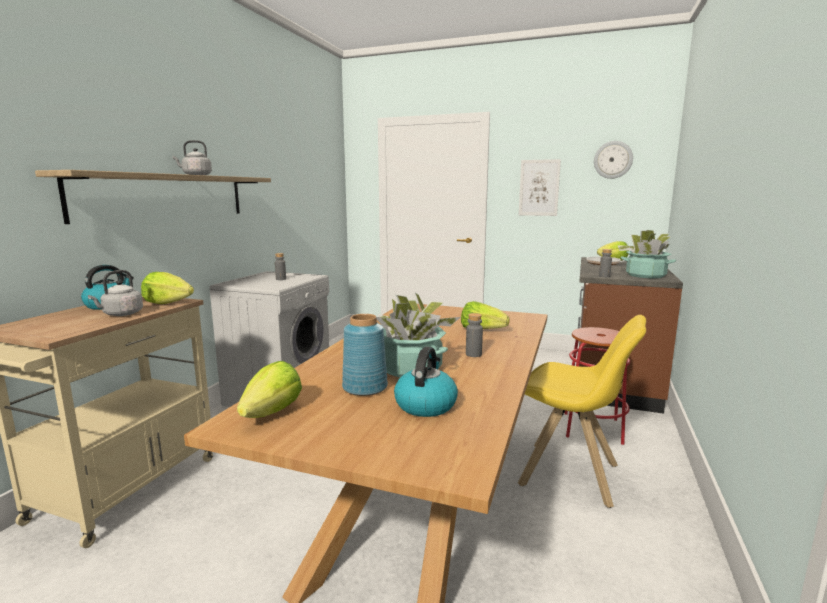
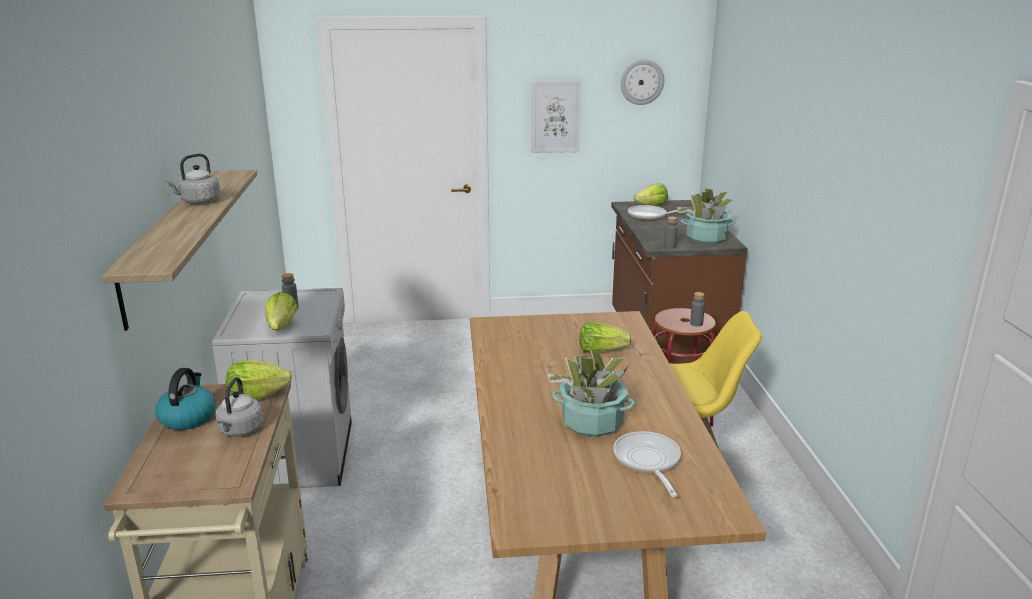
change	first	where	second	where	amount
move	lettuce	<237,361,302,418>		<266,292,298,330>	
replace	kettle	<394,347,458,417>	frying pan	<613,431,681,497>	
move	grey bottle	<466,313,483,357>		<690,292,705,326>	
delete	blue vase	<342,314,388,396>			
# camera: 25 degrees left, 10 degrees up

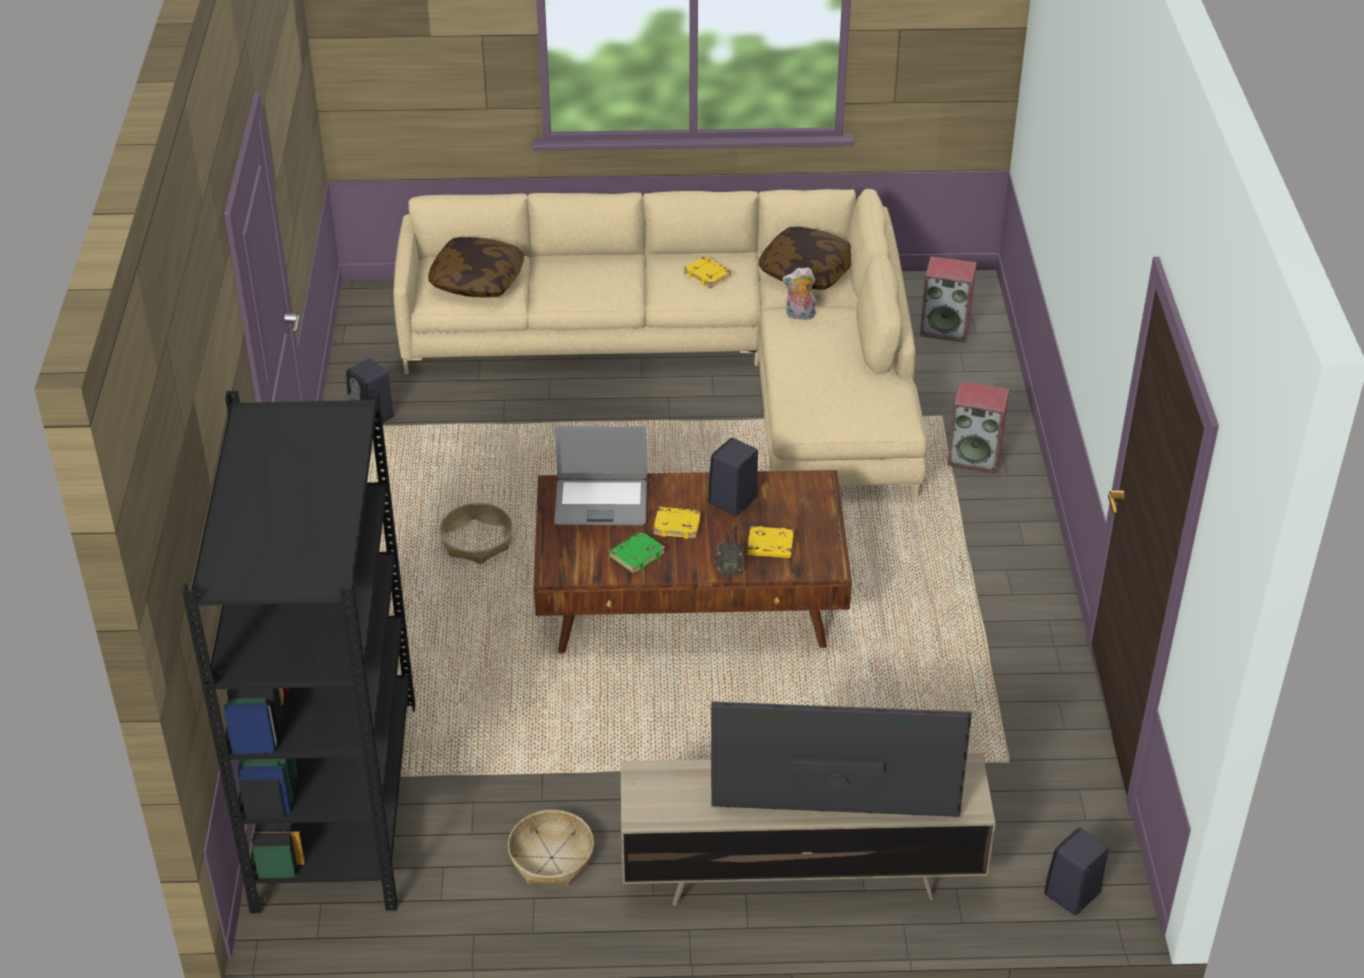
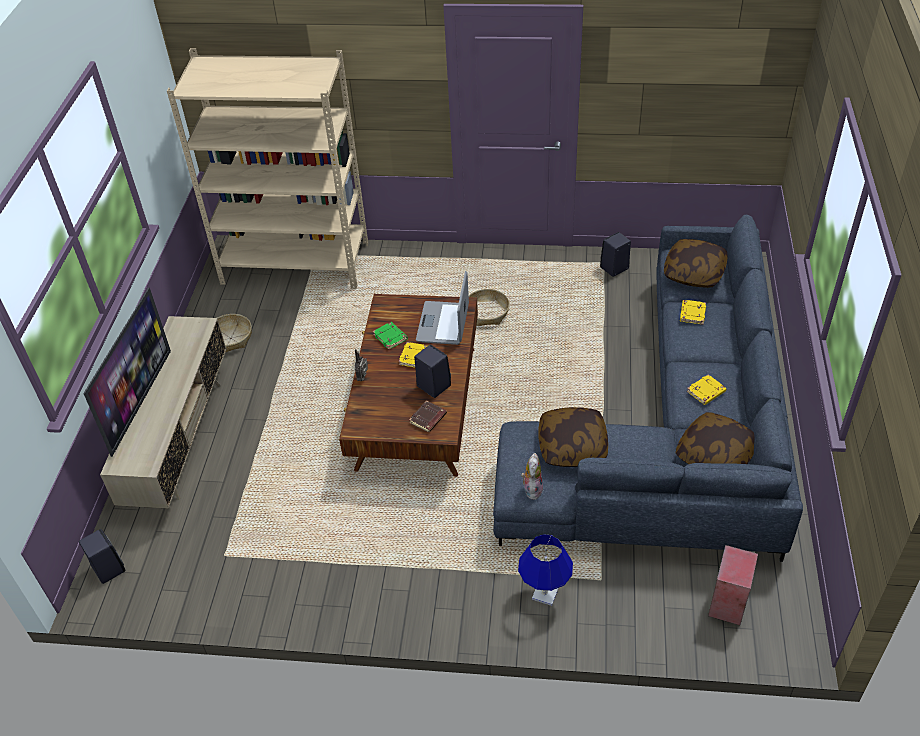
change	first	where	second	where	amount
recolor	black bookcase	<182,388,415,914>	beige bookcase	<167,48,368,289>	
insert			brown book	<409,401,447,432>	
recolor	beige sofa	<393,189,927,498>	blue sofa	<493,214,803,562>	
replace	speaker	<947,381,1009,474>	blue table lamp	<518,534,573,606>	
move	plush toy	<782,267,816,320>		<521,453,543,500>	
insert			pillow	<538,407,608,467>	
move	yellow book	<747,526,794,558>		<680,300,706,325>	
# camera: 100 degrees right, 5 degrees up

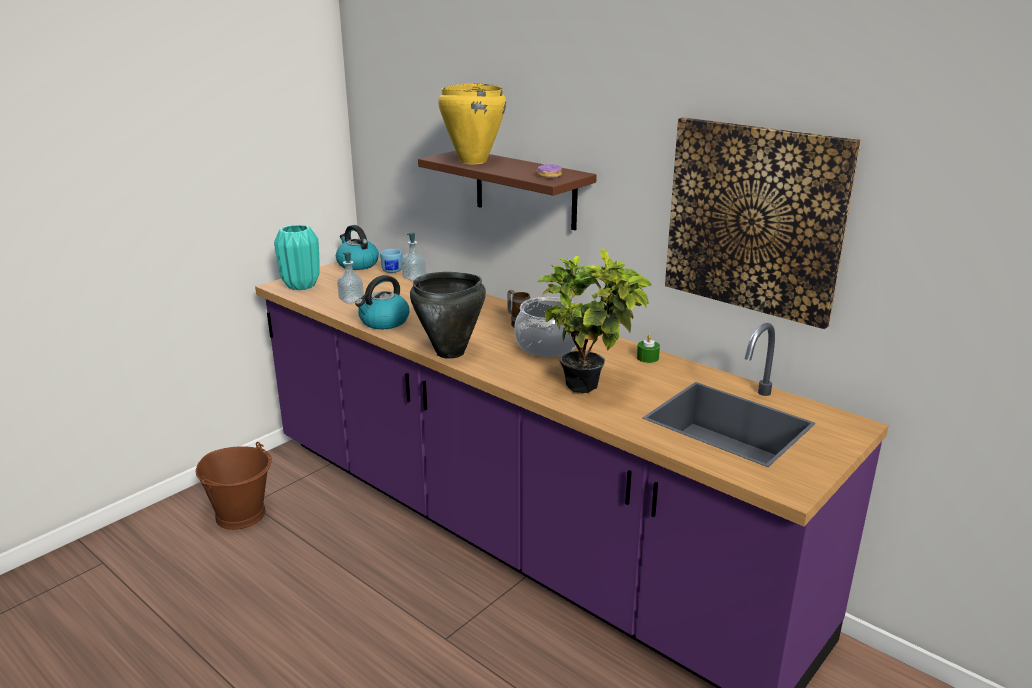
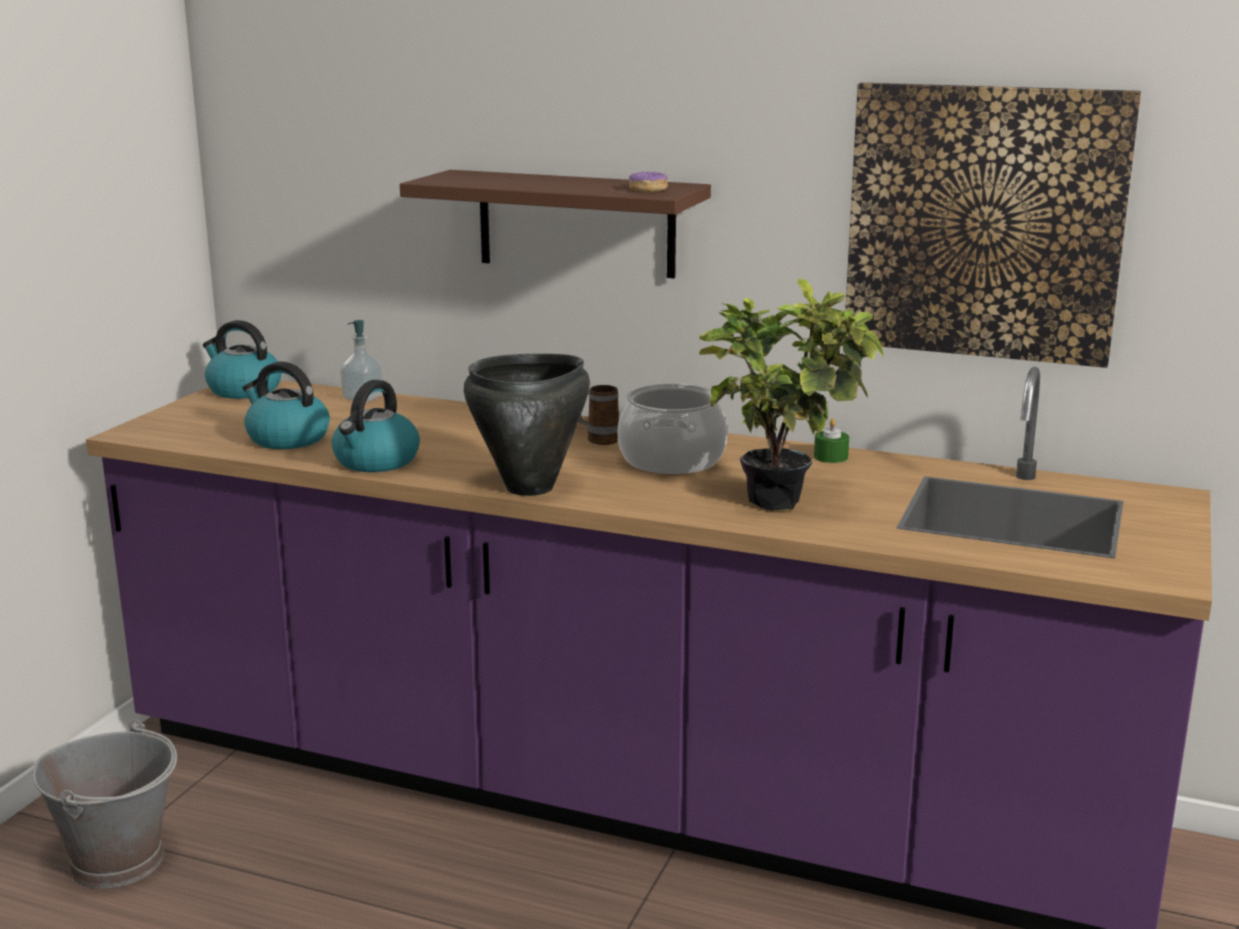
change	first	where	second	where	amount
recolor	brown bucket	<196,442,272,530>	grey bucket	<33,719,177,889>	
replace	soap dispenser	<337,252,364,304>	kettle	<243,361,330,449>	
delete	turquoise vase	<274,225,320,290>			
delete	blue mug	<380,249,405,273>			
delete	yellow cooking pot	<438,83,506,165>			
# camera: 20 degrees left, 5 degrees down

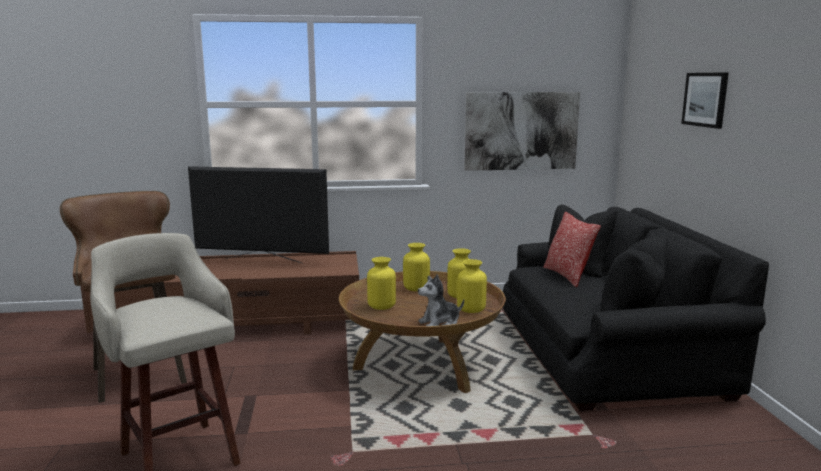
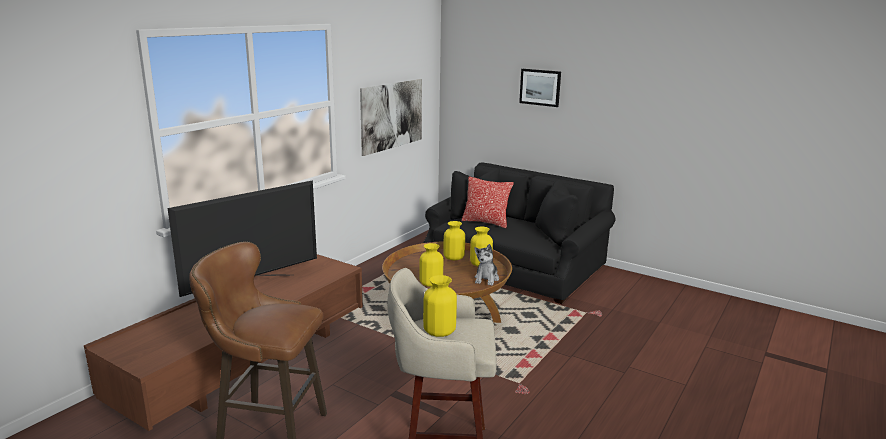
change	first	where	second	where	amount
move	yellow vase	<403,243,430,291>		<423,275,457,337>	
# camera: 50 degrees left, 5 degrees up

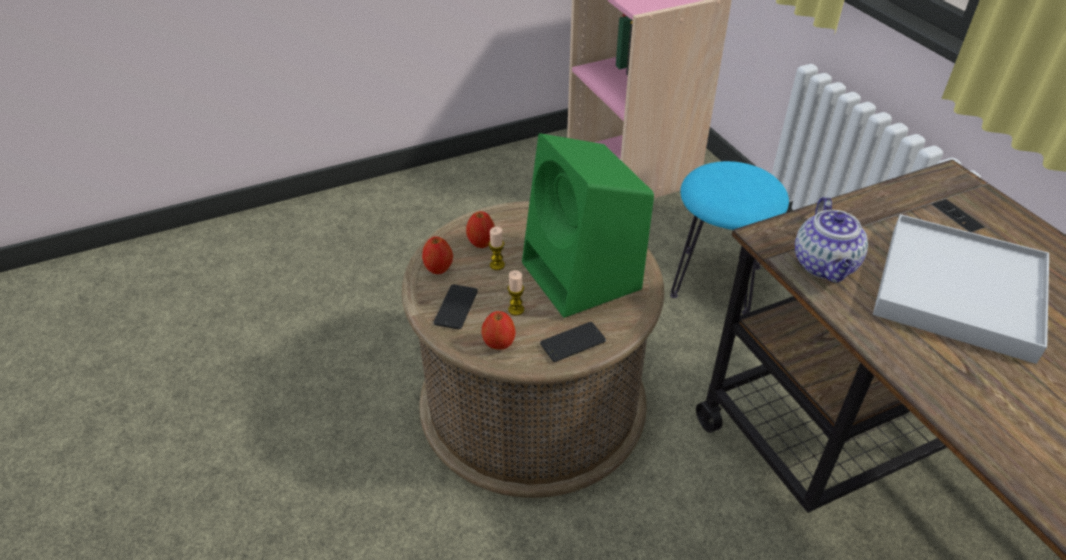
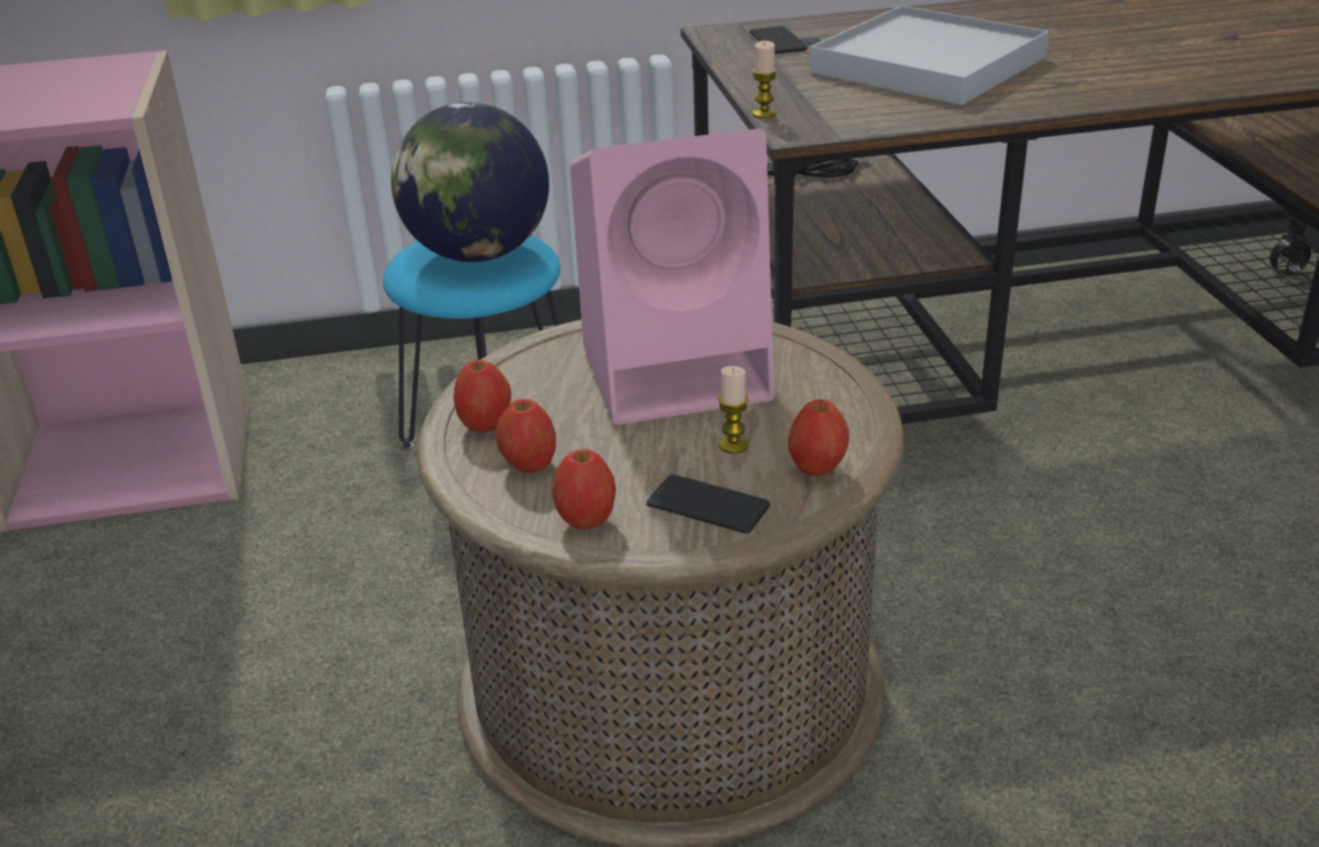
change	first	where	second	where	amount
insert			globe	<391,102,549,262>	
insert			apple	<453,360,511,432>	
recolor	green speaker	<522,133,654,318>	pink speaker	<570,129,774,425>	
move	phone	<540,322,606,362>		<750,26,808,54>	
move	candle	<489,227,505,270>		<752,41,777,118>	
delete	teapot	<795,197,868,283>			
# camera: 75 degrees left, 10 degrees down

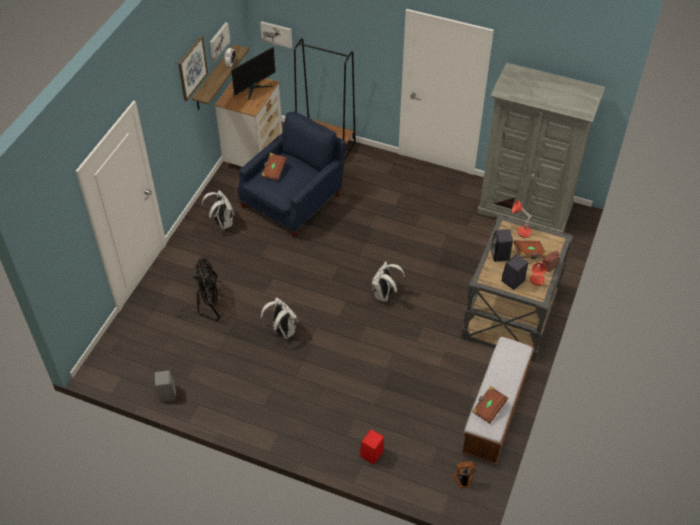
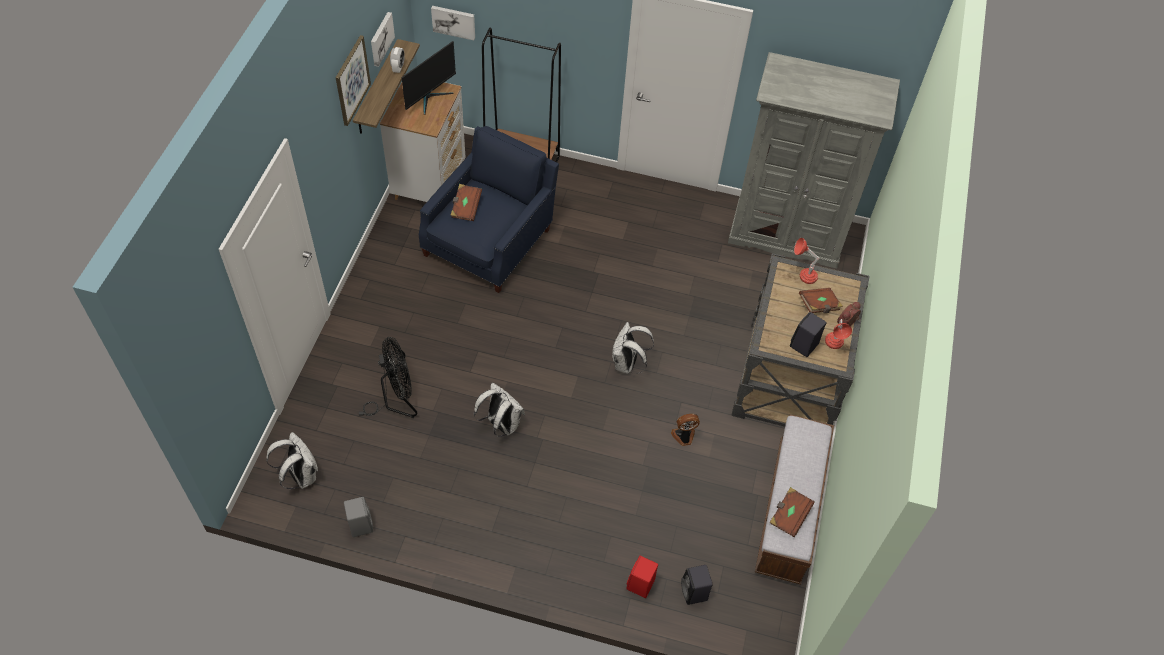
change	first	where	second	where	amount
move	white backpack	<201,190,234,230>		<266,432,318,489>	
move	fan	<453,461,476,488>		<671,414,700,446>	
move	black speaker	<491,229,513,262>		<681,565,713,605>	
# camera: 10 degrees left, 5 degrees up

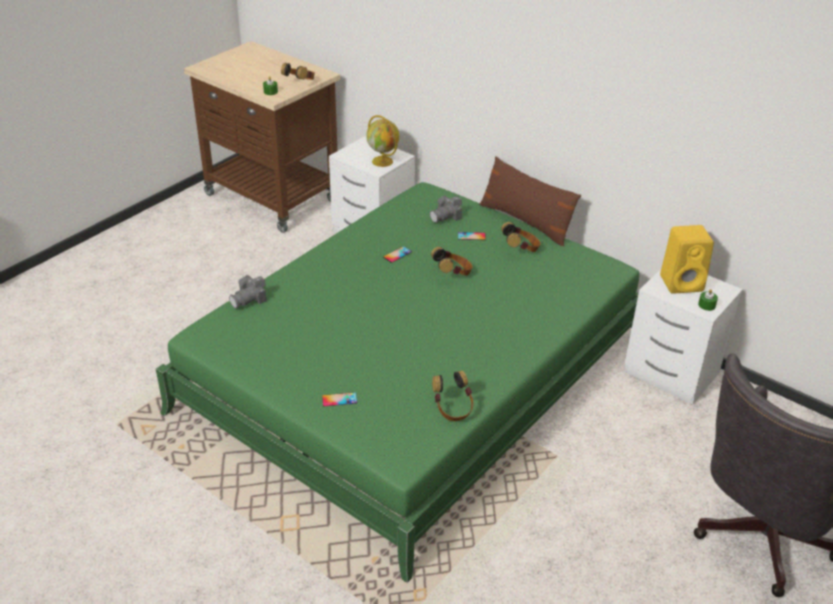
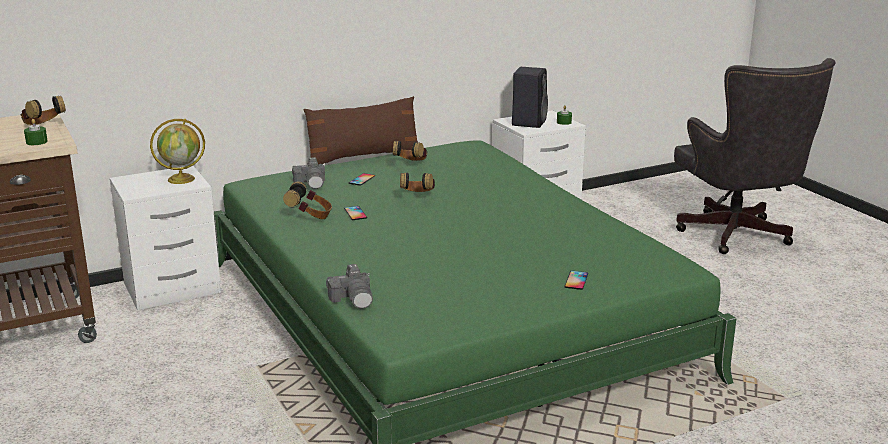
change	first	where	second	where	amount
move	headphones	<432,371,473,421>		<283,181,332,219>	
recolor	yellow speaker	<660,225,714,294>	black speaker	<512,67,548,128>	
# camera: 65 degrees left, 15 degrees down

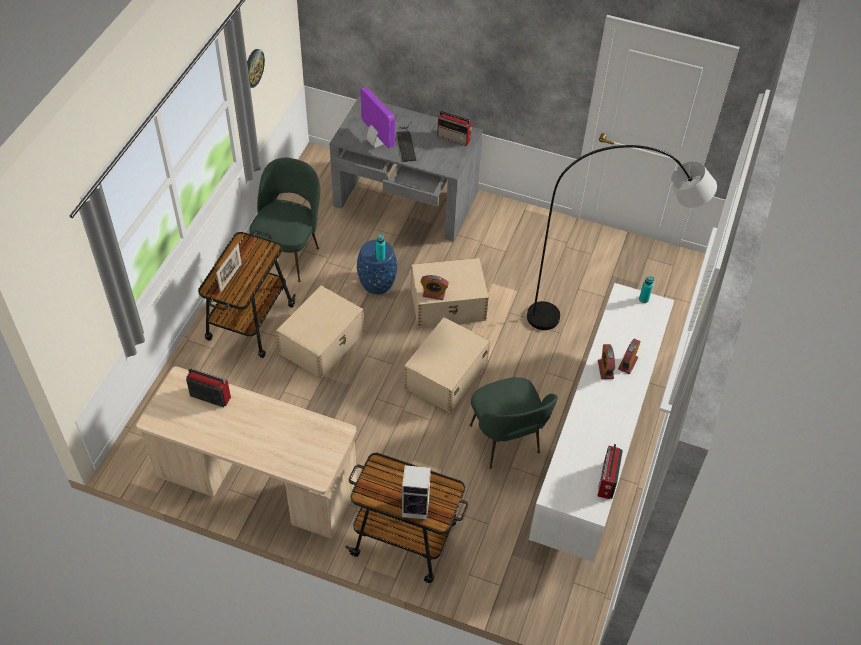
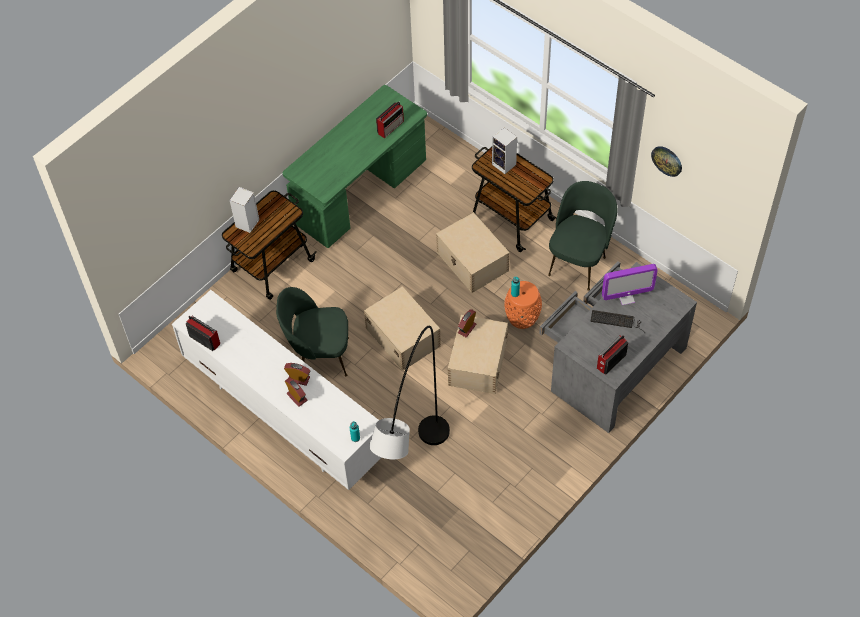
change	first	where	second	where	amount
recolor	beige desk	<136,366,357,539>	green desk	<282,85,427,248>	
replace	picture frame	<216,244,242,293>	speaker	<492,127,517,174>	
recolor	blue stool	<357,240,397,294>	orange stool	<504,281,542,329>	
rotate	green chair	<250,157,321,282>		<548,181,617,291>	105 degrees counterclockwise
# camera: 115 degrees right, 5 degrees up

